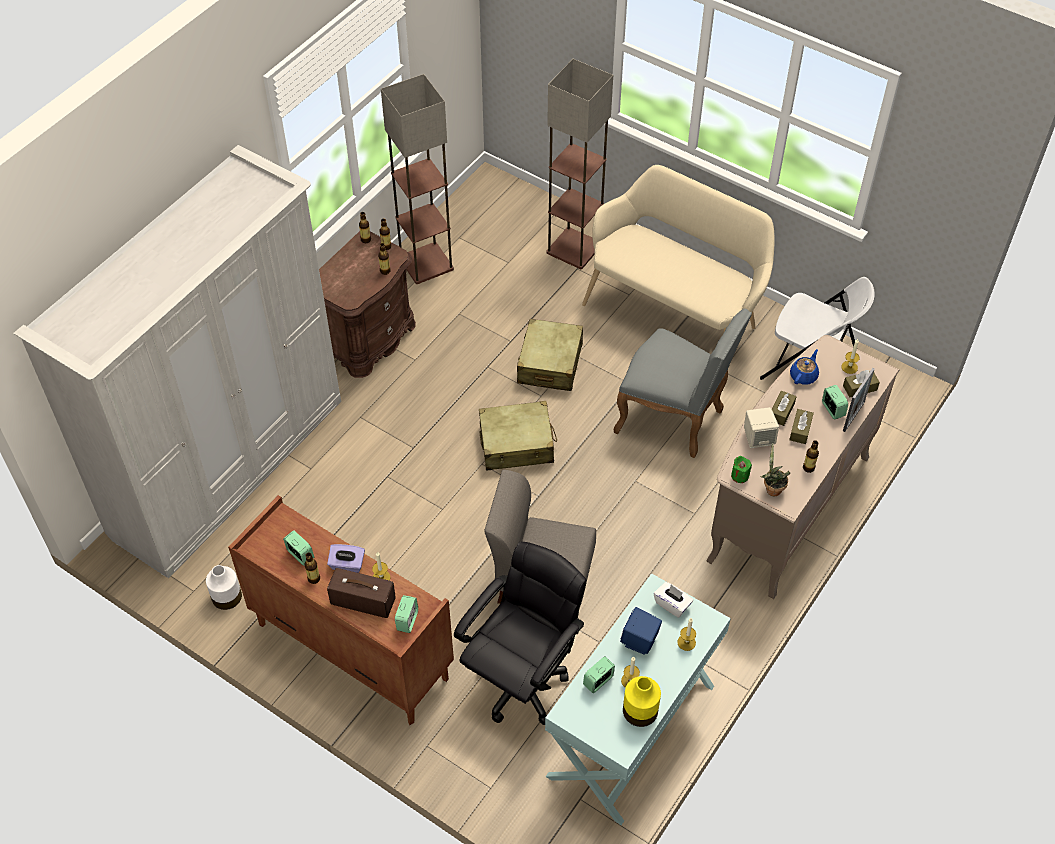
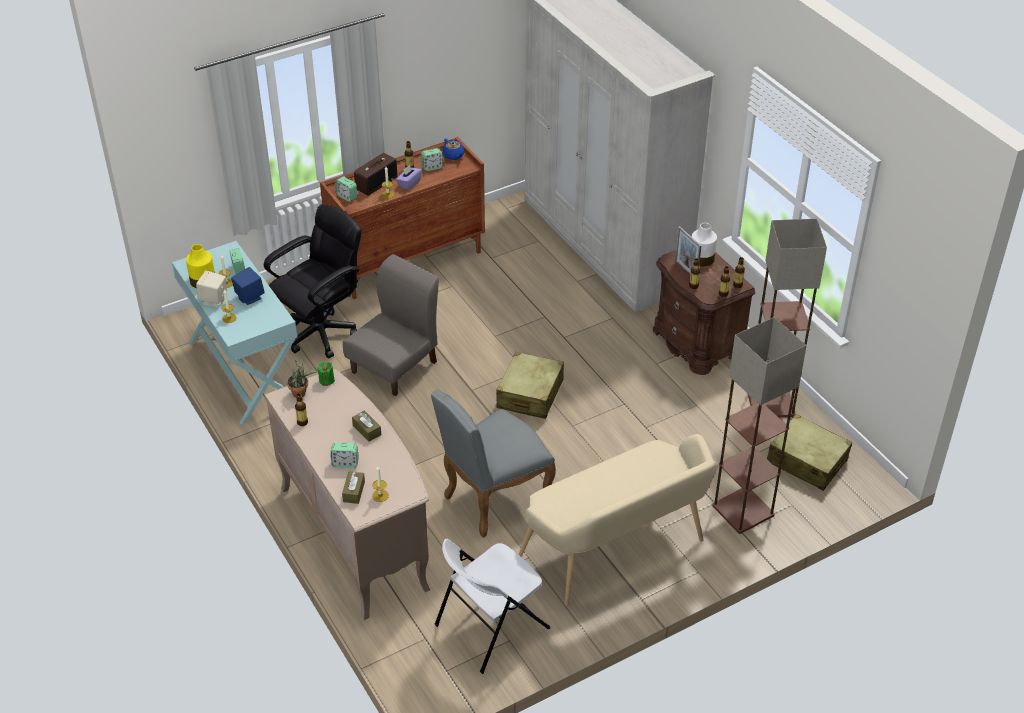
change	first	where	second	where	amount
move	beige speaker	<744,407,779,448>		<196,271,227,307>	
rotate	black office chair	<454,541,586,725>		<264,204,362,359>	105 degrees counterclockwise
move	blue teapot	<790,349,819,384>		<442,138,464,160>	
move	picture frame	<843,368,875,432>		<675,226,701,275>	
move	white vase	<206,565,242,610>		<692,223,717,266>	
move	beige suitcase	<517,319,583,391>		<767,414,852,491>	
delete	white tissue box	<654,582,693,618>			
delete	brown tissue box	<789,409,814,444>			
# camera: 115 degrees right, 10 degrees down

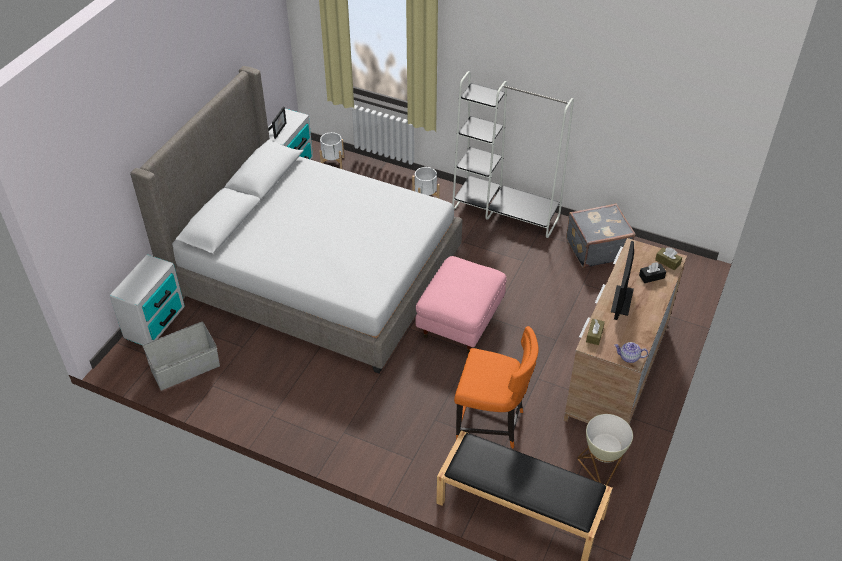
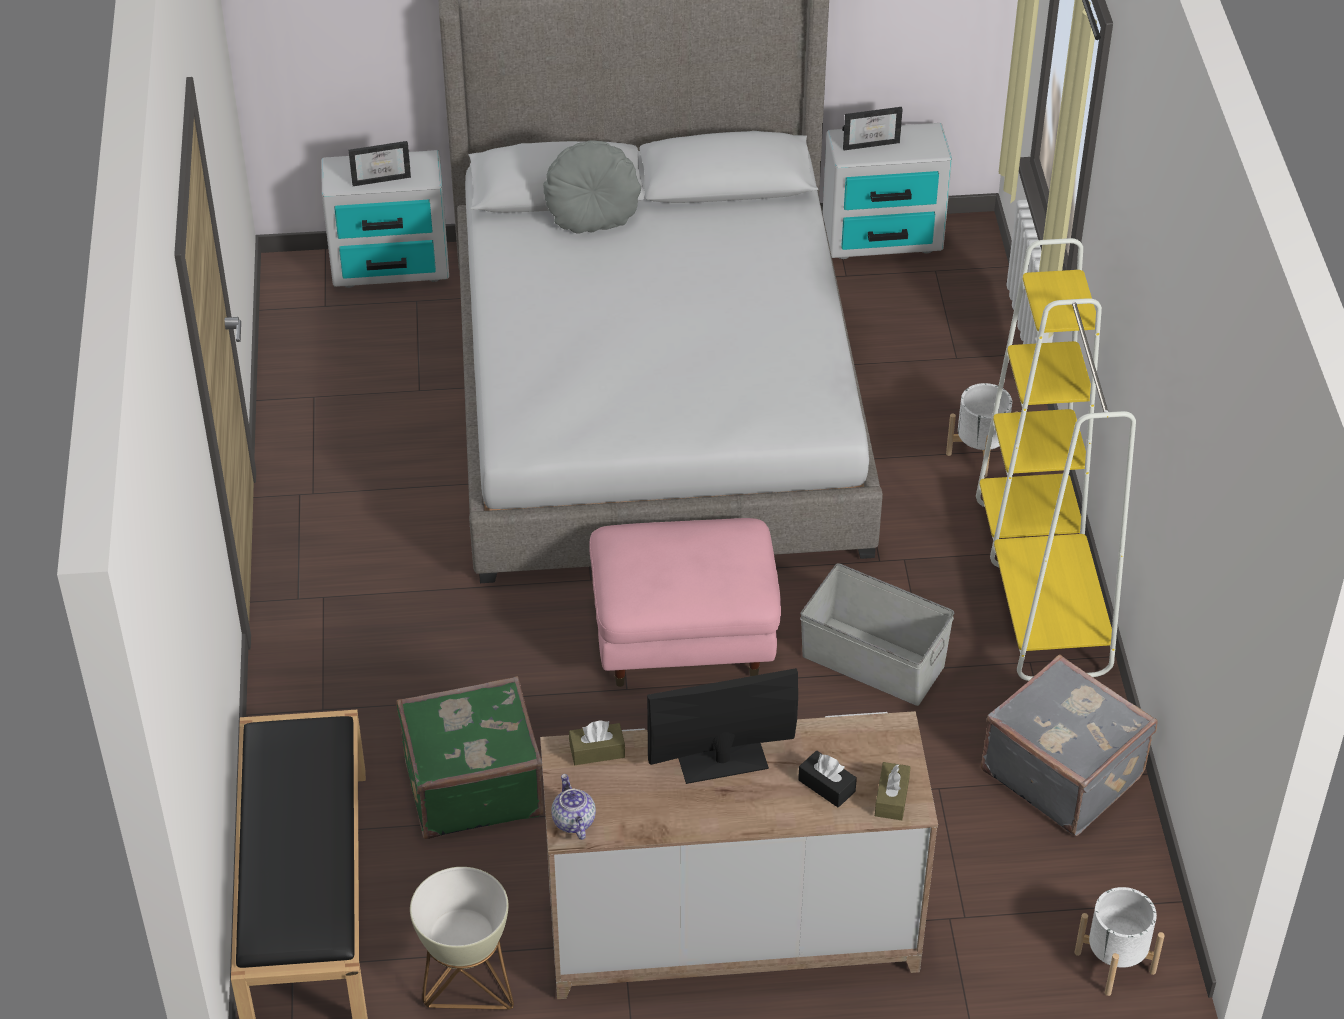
change	first	where	second	where	amount
insert			picture frame	<349,141,411,186>	
replace	orange chair	<454,326,539,448>	green suitcase	<396,676,543,839>	
insert			grey pillow	<543,140,641,234>	
move	grey storage box	<142,322,220,390>		<800,563,955,706>	
recolor	black clothes rack	<452,71,574,238>	yellow clothes rack	<976,238,1136,681>	
move	white planter	<320,132,344,169>		<1074,887,1165,996>	
# camera: 60 degrees right, 0 degrees up

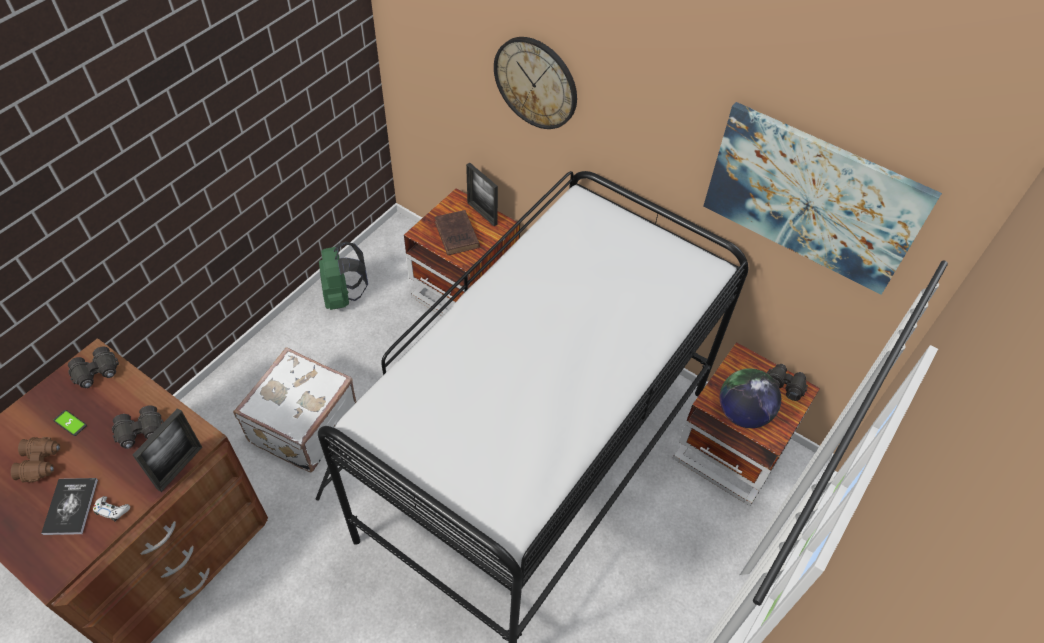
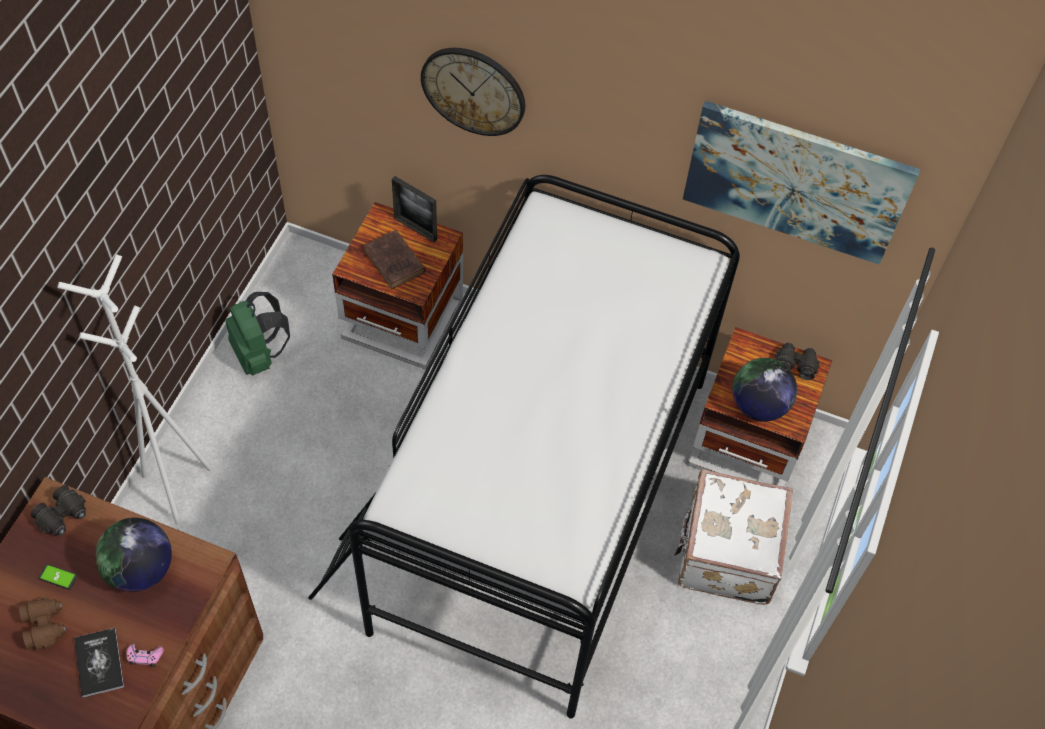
change	first	where	second	where	amount
insert			white clothes rack	<58,254,212,525>	
replace	black binoculars	<112,405,164,449>	globe	<95,518,172,592>	
recolor	white game controller	<93,496,130,522>	pink game controller	<126,644,164,667>	
move	white suitcase	<233,347,357,472>		<674,469,793,605>	
delete	picture frame	<133,408,202,492>			
# camera: 15 degrees left, 5 degrees up

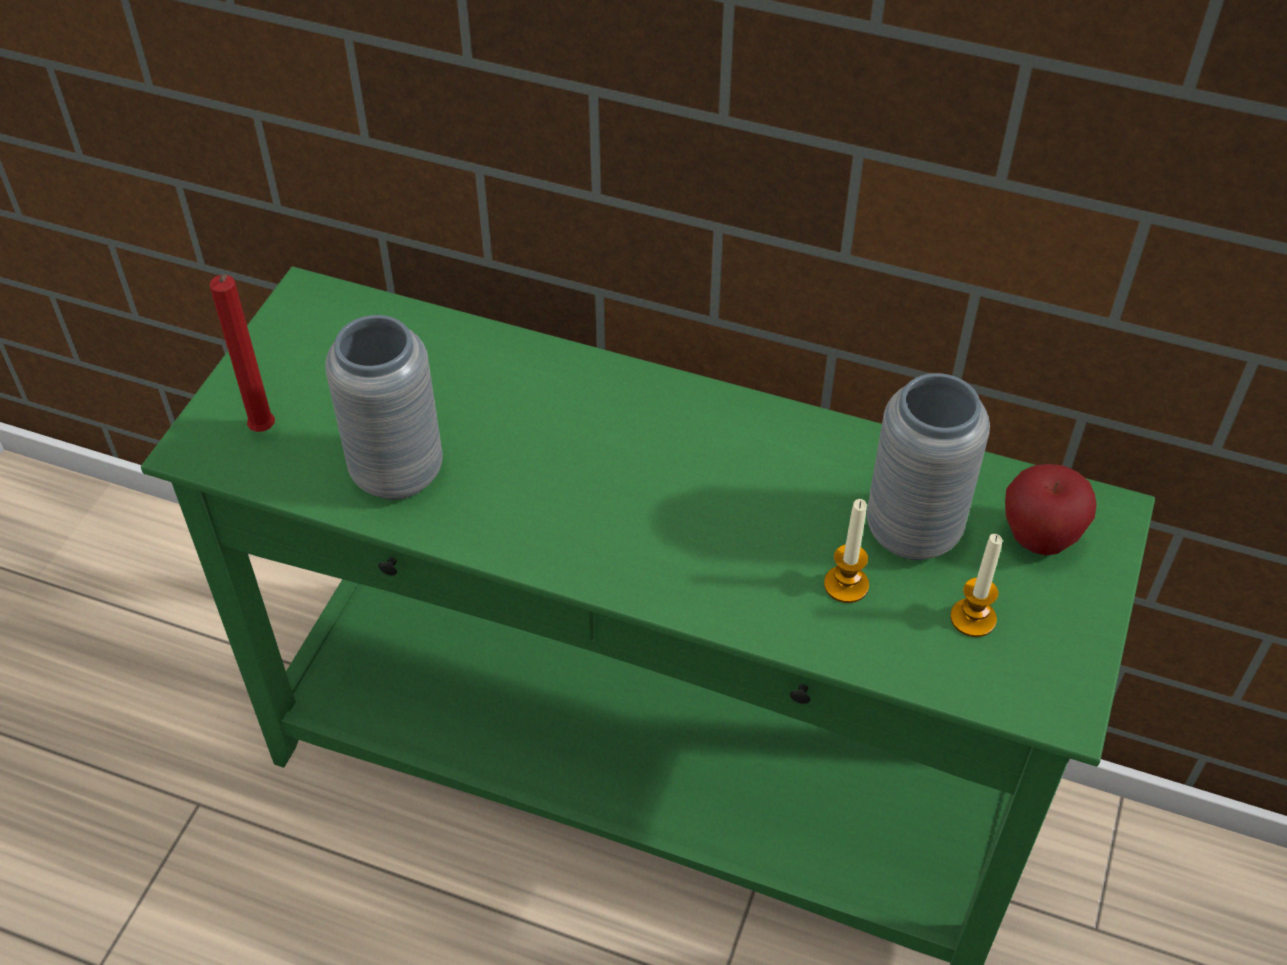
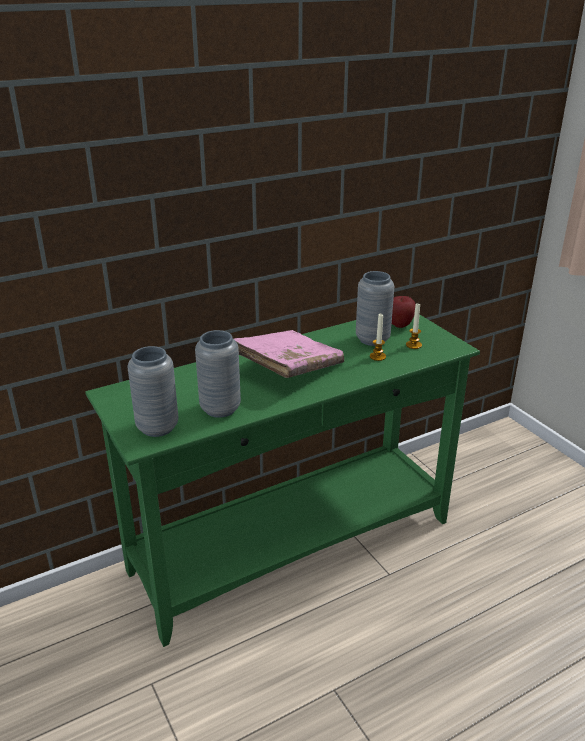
change	first	where	second	where	amount
replace	red candle	<210,274,275,432>	grey vase	<128,346,178,437>	
insert			pink book	<234,330,344,378>	
# camera: 50 degrees left, 20 degrees down

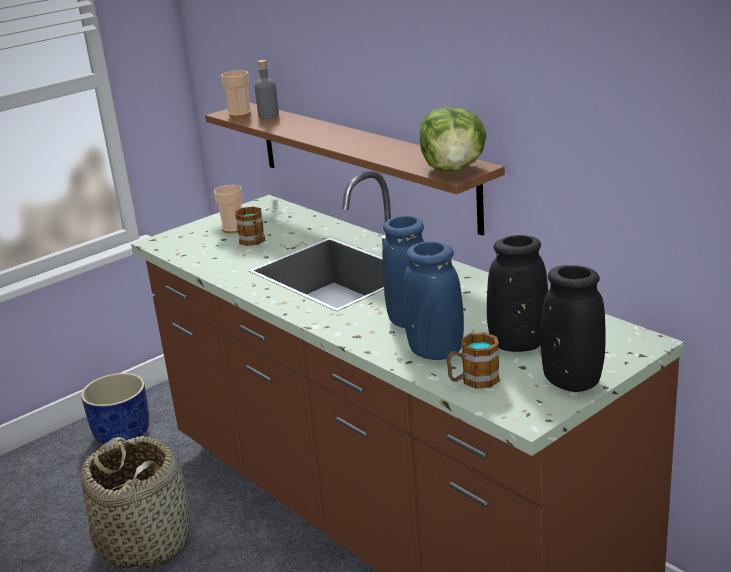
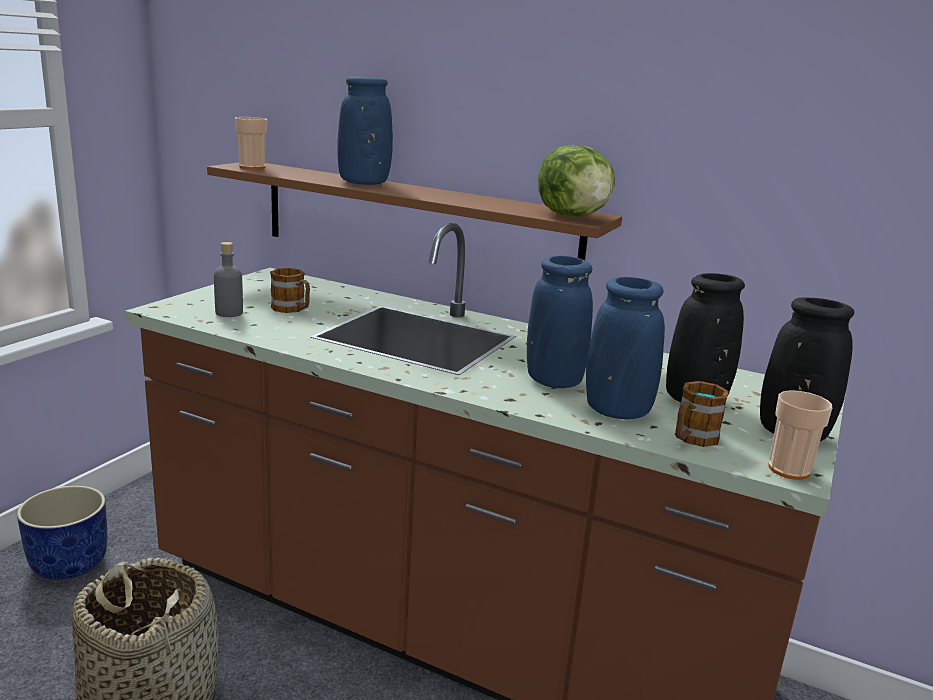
change	first	where	second	where	amount
move	grey bottle	<255,60,279,119>		<214,242,243,317>	
insert			blue vase	<337,76,393,185>	
move	cup	<214,185,242,233>		<768,390,832,480>	
# camera: 25 degrees left, 5 degrees down

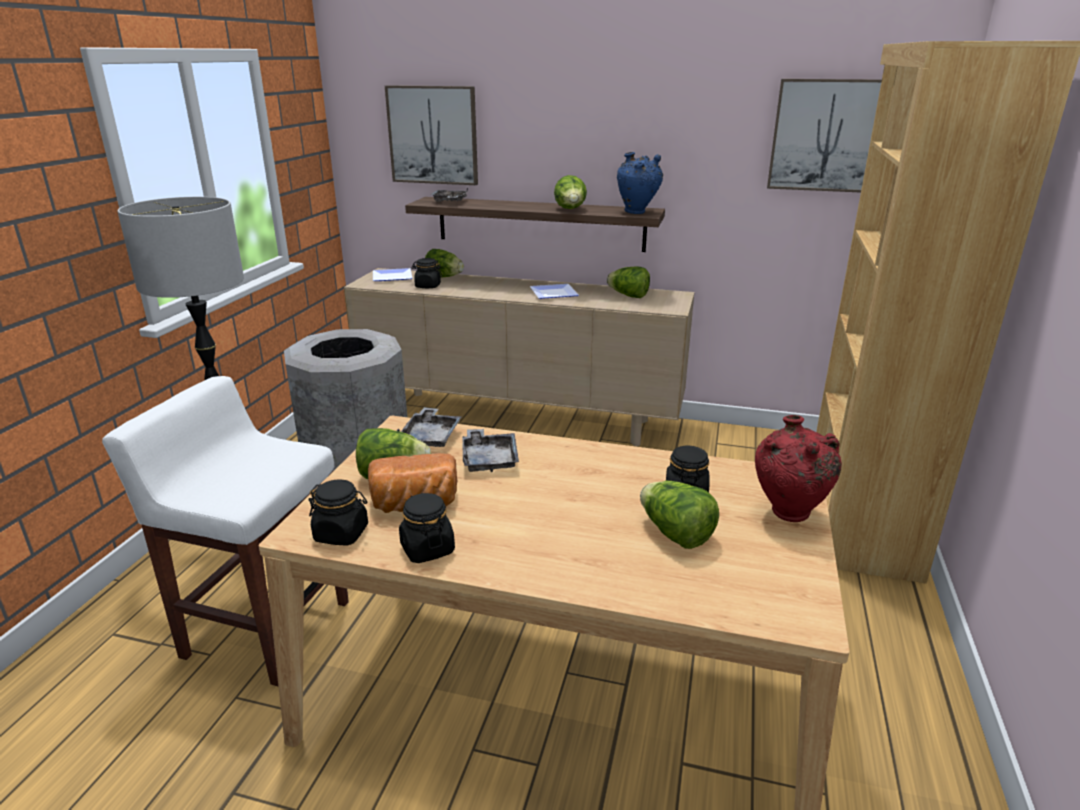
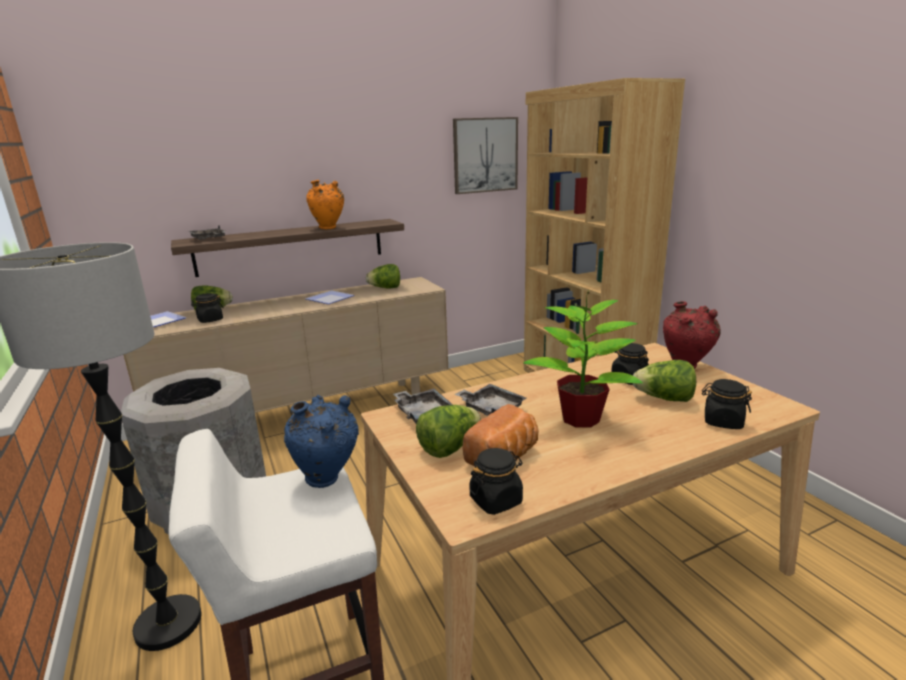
change	first	where	second	where	amount
move	blue vase	<617,152,663,214>		<284,395,359,488>	
replace	lettuce	<554,175,587,209>	orange vase	<306,180,344,229>	
insert			potted plant	<524,293,643,428>	
move	black jar	<399,493,455,563>		<702,379,752,429>	
delete	picture	<385,85,478,185>			
# camera: 40 degrees left, 5 degrees down

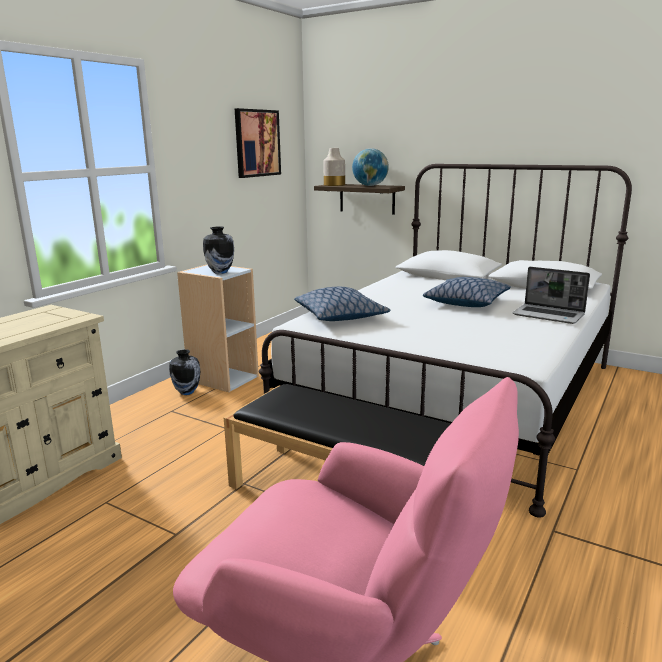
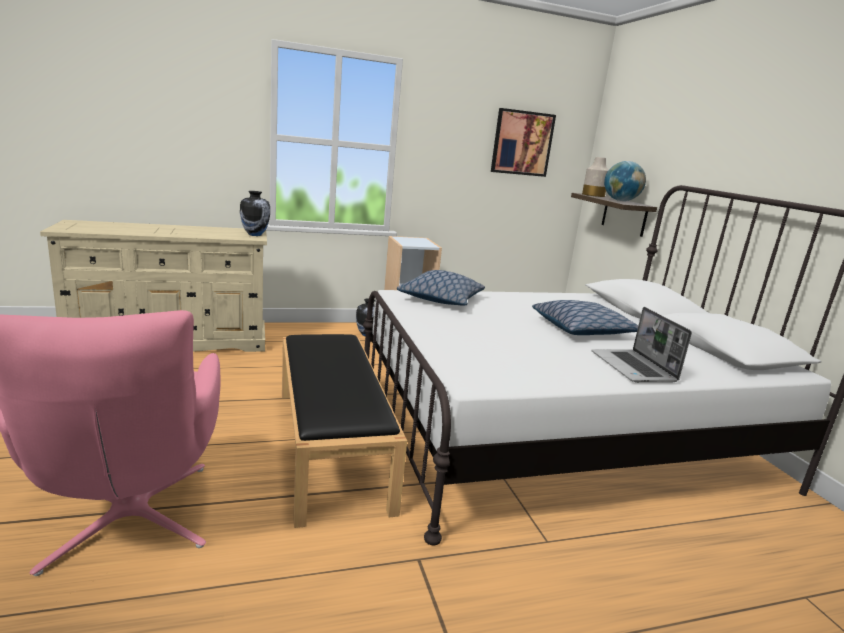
change	first	where	second	where	amount
move	vase	<203,226,234,274>		<240,191,270,236>	
# camera: 40 degrees right, 0 degrees up

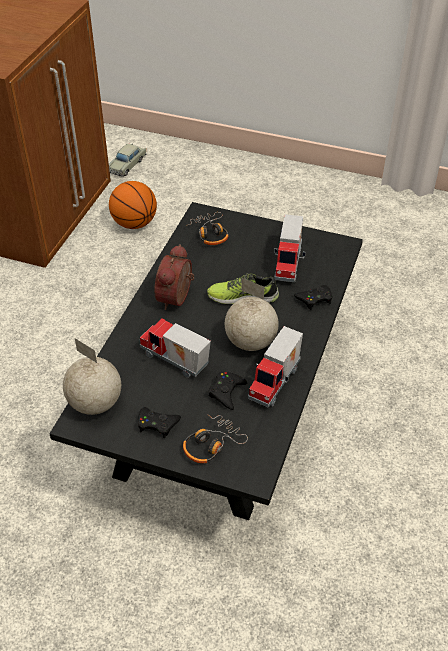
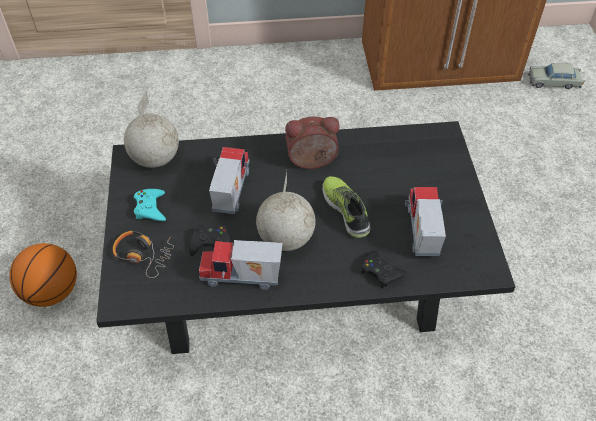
change	first	where	second	where	amount
move	basketball	<109,181,157,229>		<9,243,77,307>	
recolor	black game controller	<138,407,181,438>	turquoise game controller	<134,189,166,221>	
rotate	toy truck	<274,214,305,282>		<405,187,446,256>	105 degrees clockwise
delete	headphones	<186,212,228,245>			
# camera: 65 degrees right, 5 degrees up

